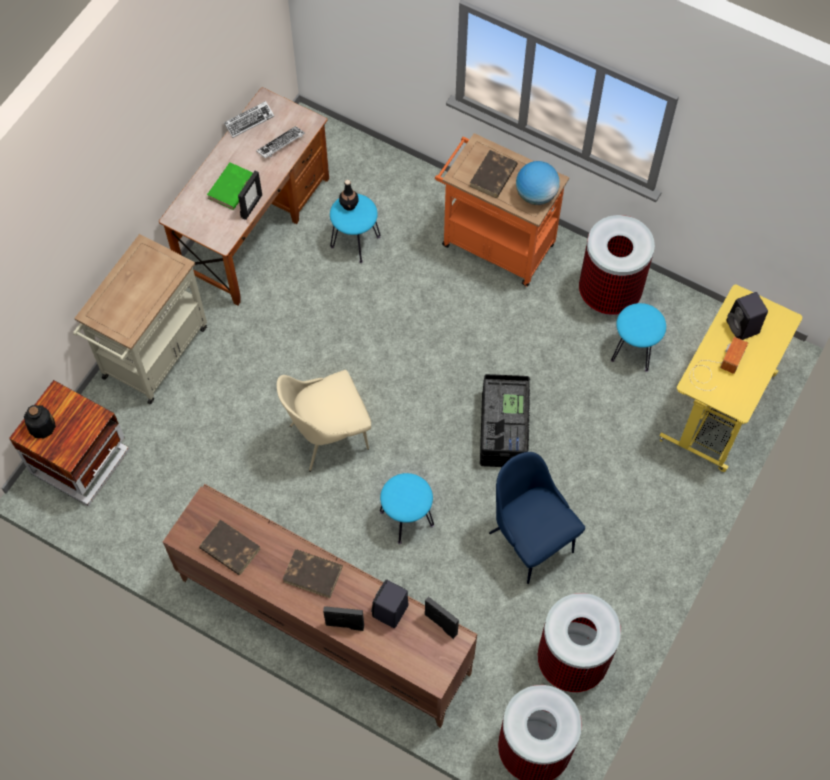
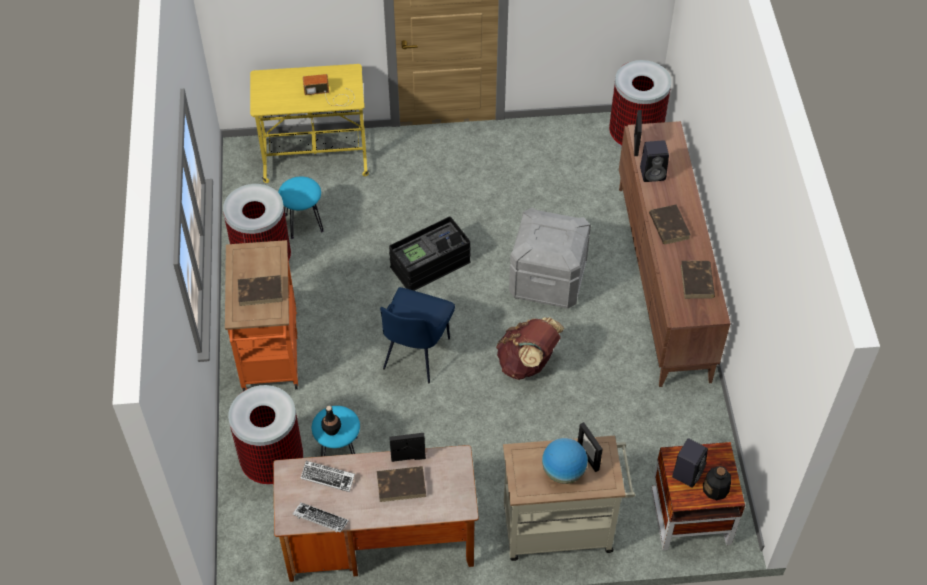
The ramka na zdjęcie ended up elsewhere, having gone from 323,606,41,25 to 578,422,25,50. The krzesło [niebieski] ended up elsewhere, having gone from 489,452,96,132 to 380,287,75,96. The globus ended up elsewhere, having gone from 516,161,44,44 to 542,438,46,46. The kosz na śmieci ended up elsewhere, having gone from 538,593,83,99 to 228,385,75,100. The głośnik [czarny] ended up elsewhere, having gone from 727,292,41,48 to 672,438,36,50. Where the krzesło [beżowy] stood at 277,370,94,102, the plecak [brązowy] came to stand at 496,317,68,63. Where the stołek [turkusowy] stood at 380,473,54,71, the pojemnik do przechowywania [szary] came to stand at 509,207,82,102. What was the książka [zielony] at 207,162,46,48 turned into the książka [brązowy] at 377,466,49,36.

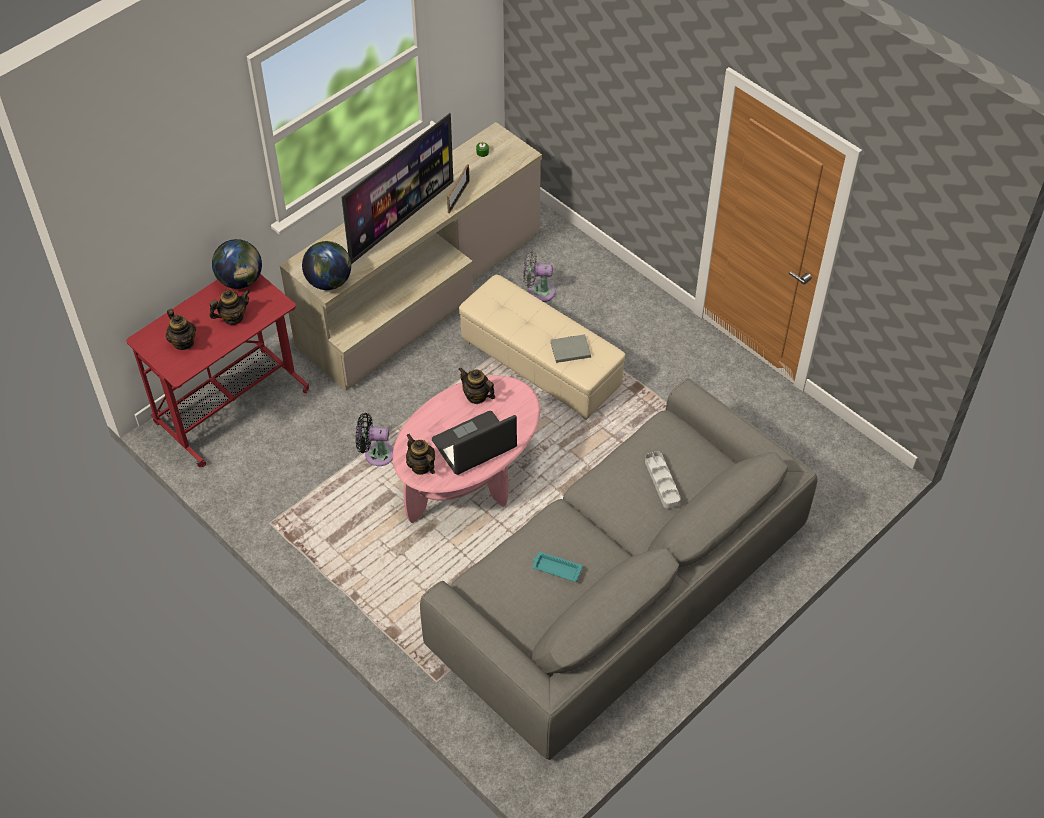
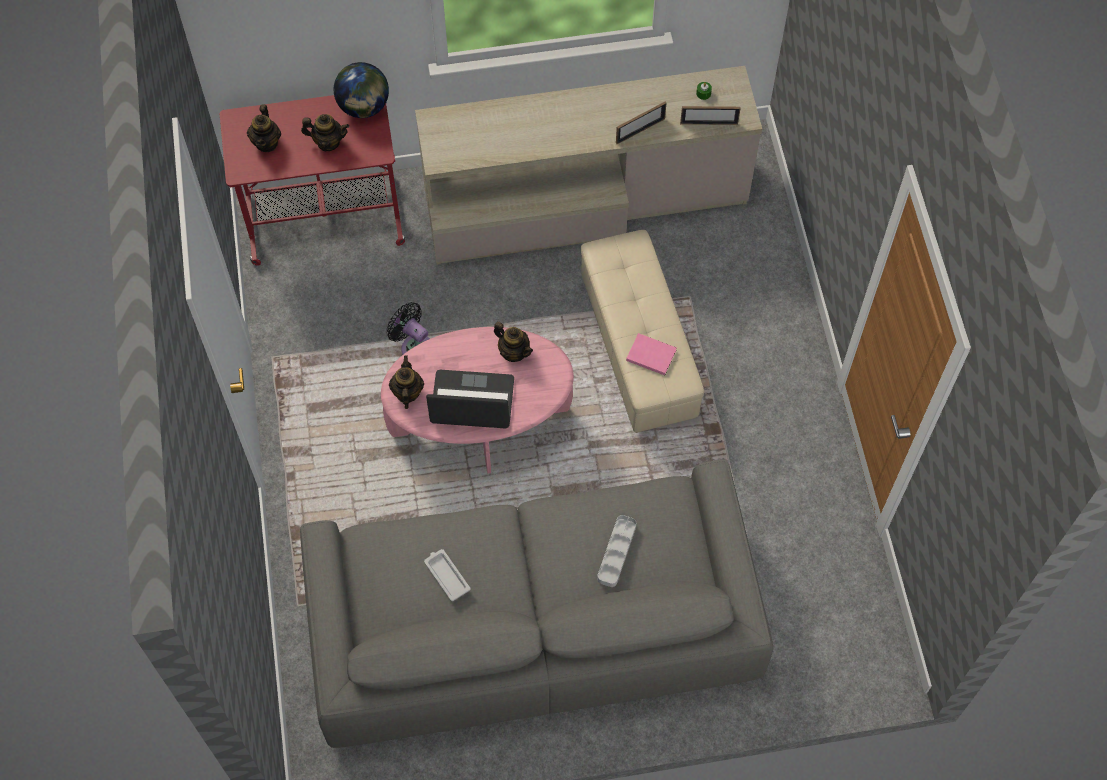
The second view lost the globus at 302,241,49,49. The second view lost the telewizor at 341,113,112,151. The second view lost the wentylator [szary] at 523,250,33,52. The second view gained the ramka na zdjęcie at 680,106,61,19. What was the taca [turkusowy] at 532,552,51,30 turned into the taca [biały] at 424,549,47,52. What was the książka [szary] at 550,334,41,29 turned into the książka [różowy] at 626,333,51,42. The imbryk at 458,367,37,37 ended up facing another way, 150 degrees clockwise from before.

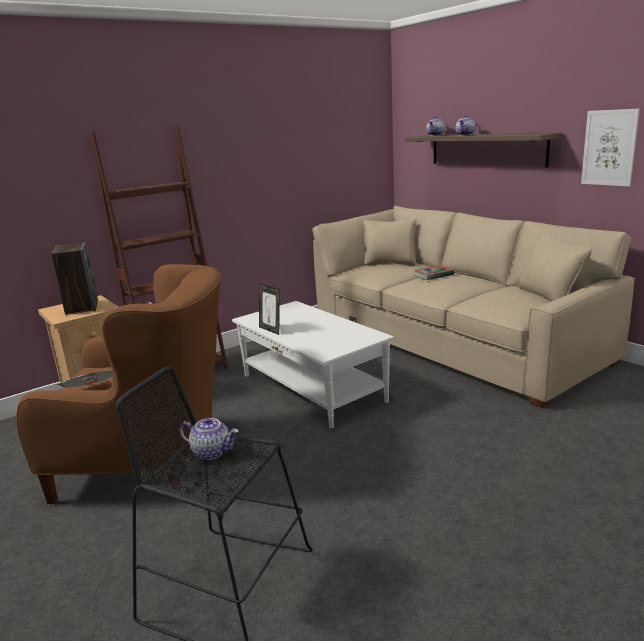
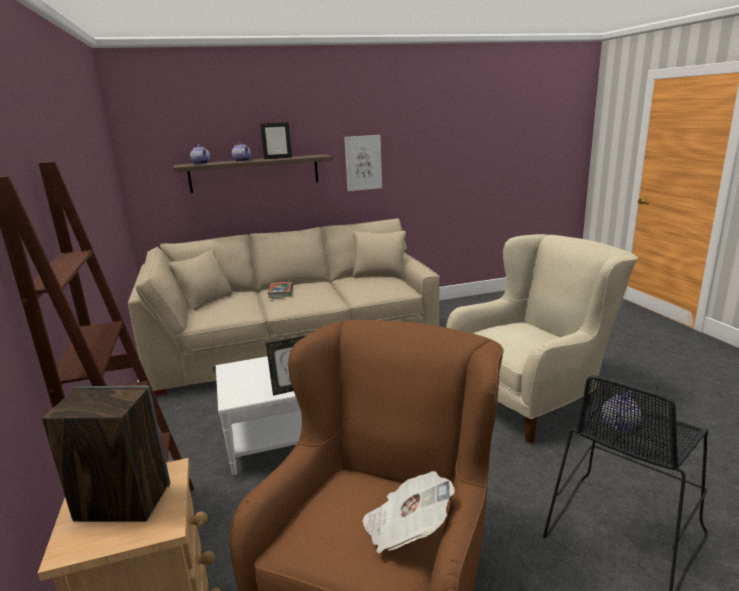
The second view gained the ramka na zdjęcie at 260,122,32,37. The second view gained the fotel [beżowy] at 446,234,192,209.

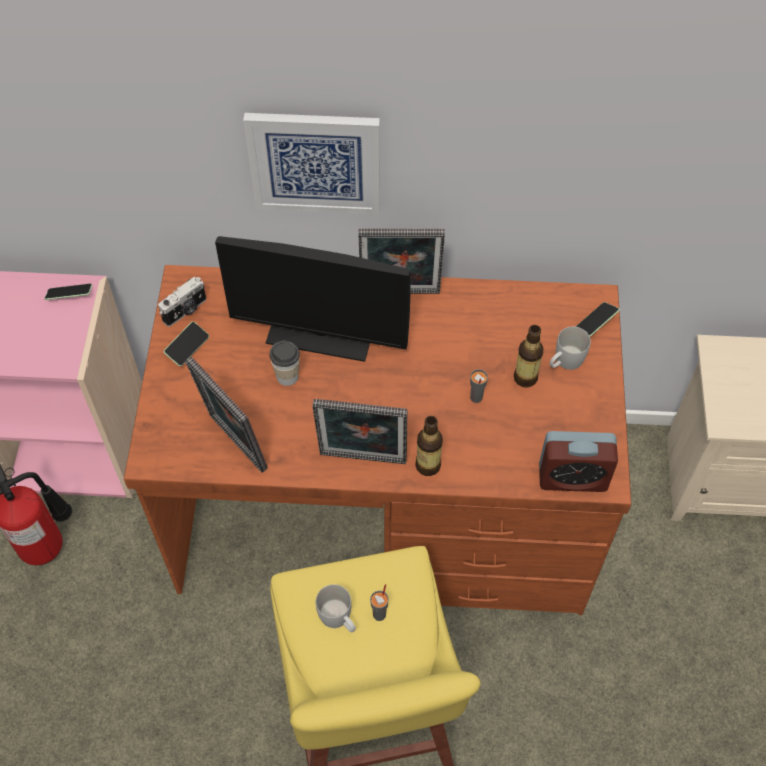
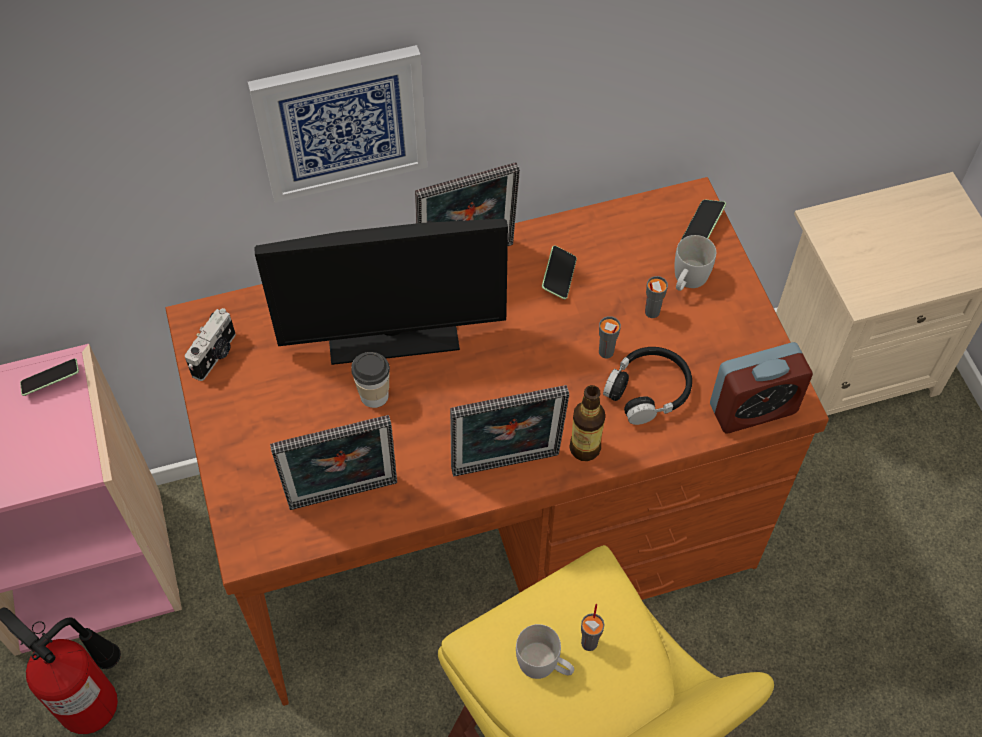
The second view gained the słuchawki [czarny] at 603,347,89,78. The telefon ended up elsewhere, having gone from 164,322,45,44 to 542,246,35,53. Where the butelka stood at 514,325,29,63, the filiżanka [szary] came to stand at 645,276,23,42. The ramka na zdjęcie at 185,357,83,116 ended up facing another way, 45 degrees counterclockwise from before.

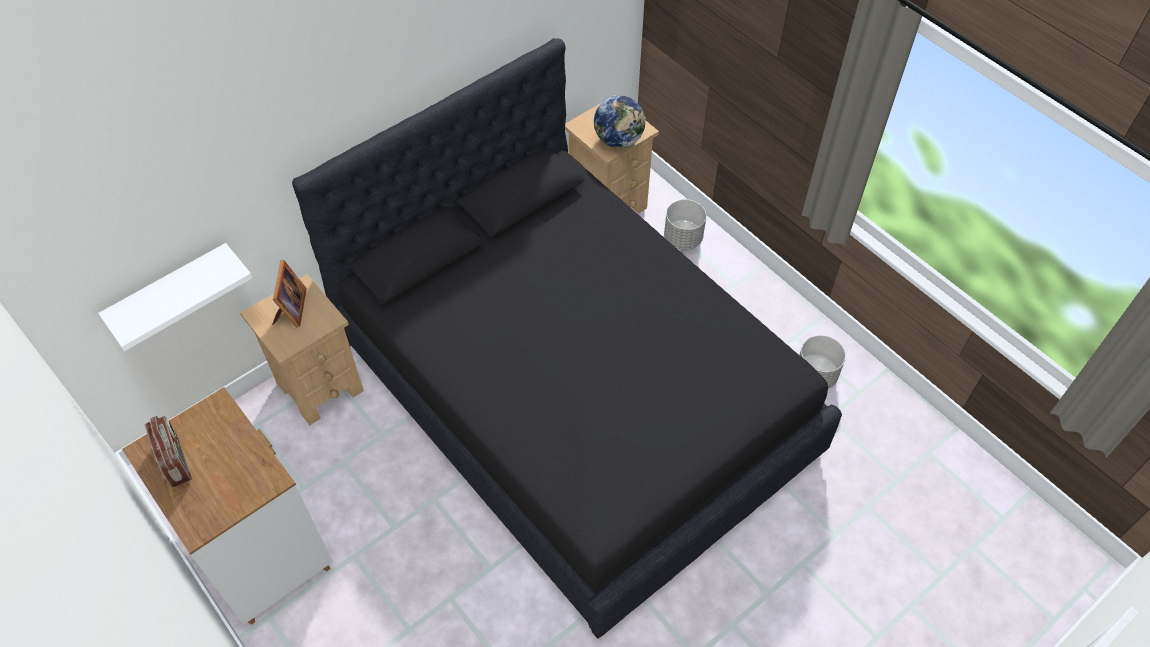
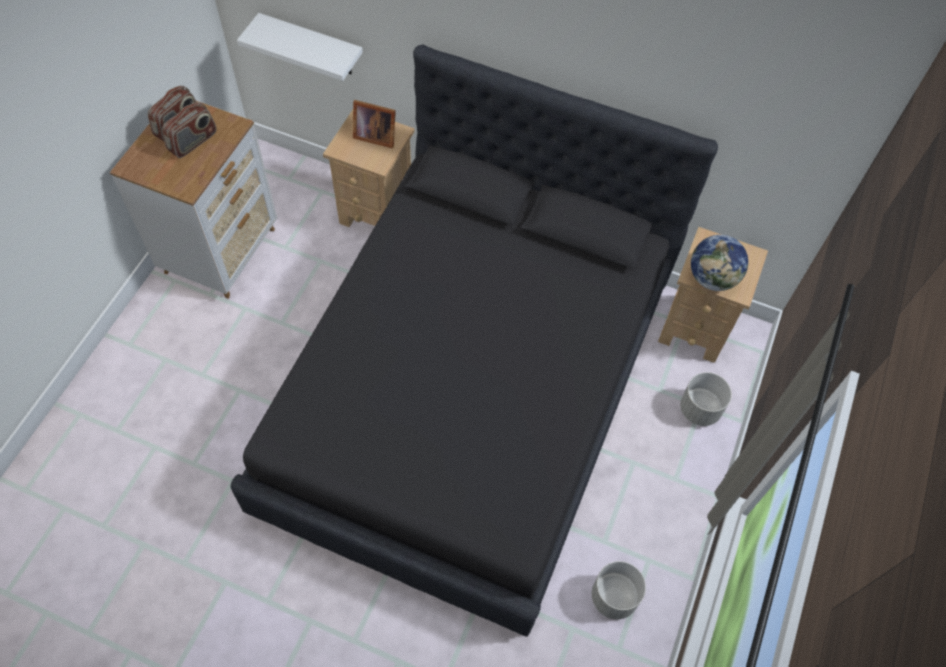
The second view gained the radio at 162,102,55,56. The ramka na zdjęcie at 273,260,34,68 ended up facing another way, 45 degrees clockwise from before.

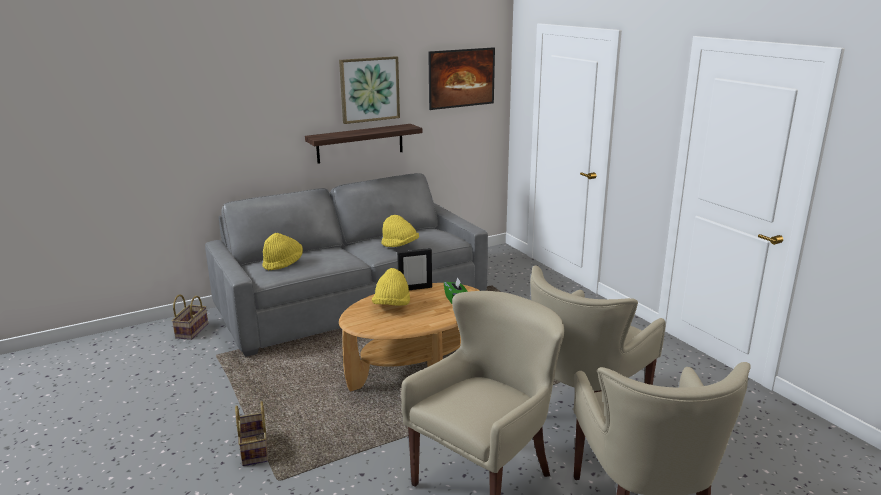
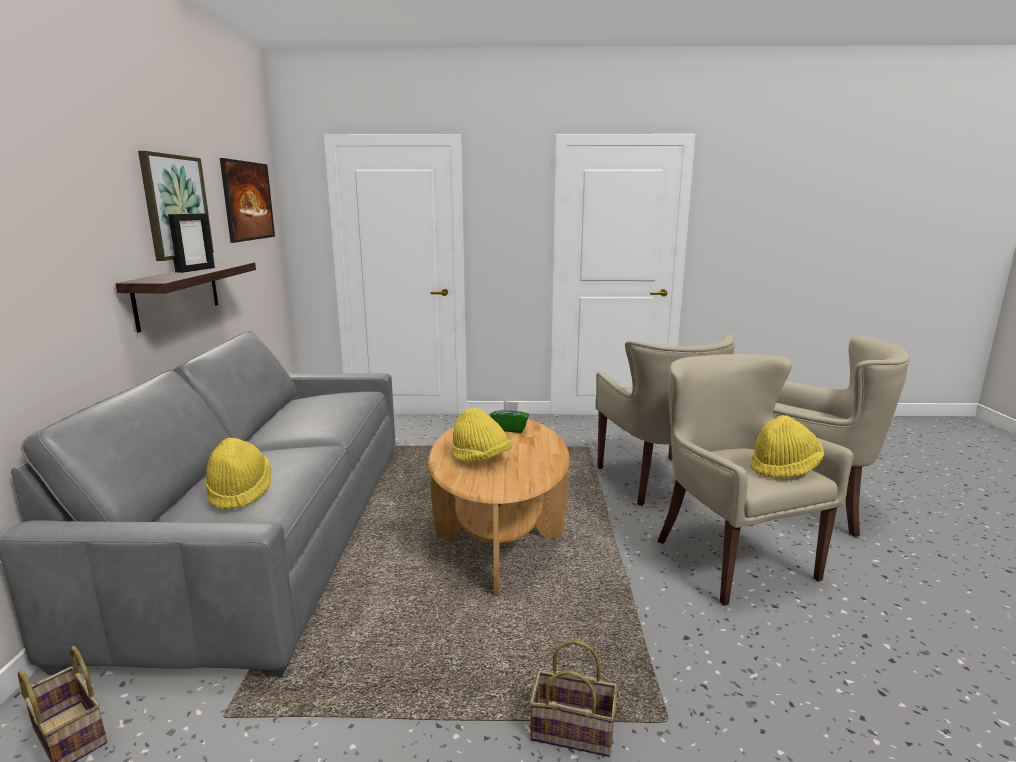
The kapelusz [żółty] ended up elsewhere, having gone from 381,215,38,32 to 750,415,74,63. The ramka na zdjęcie ended up elsewhere, having gone from 397,248,35,42 to 168,213,47,60.

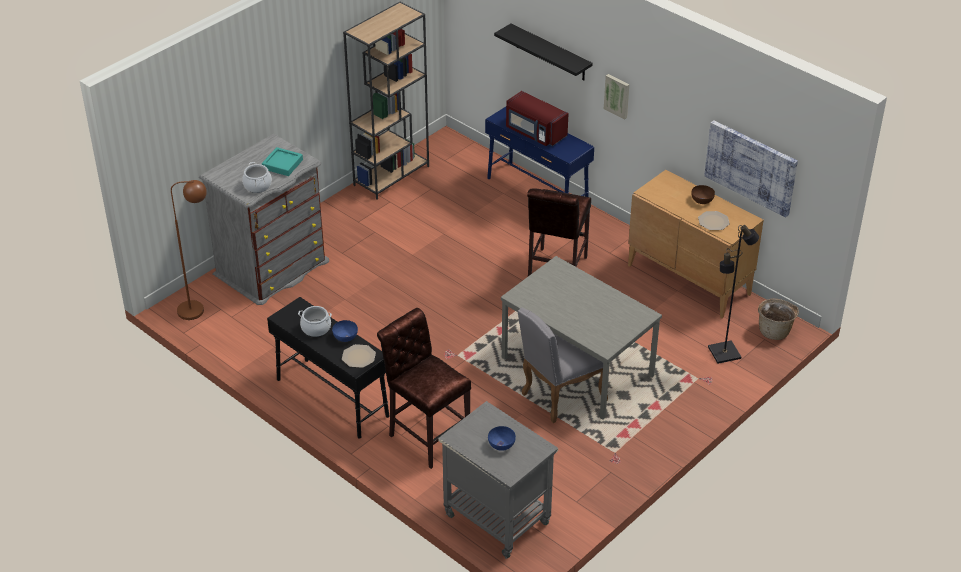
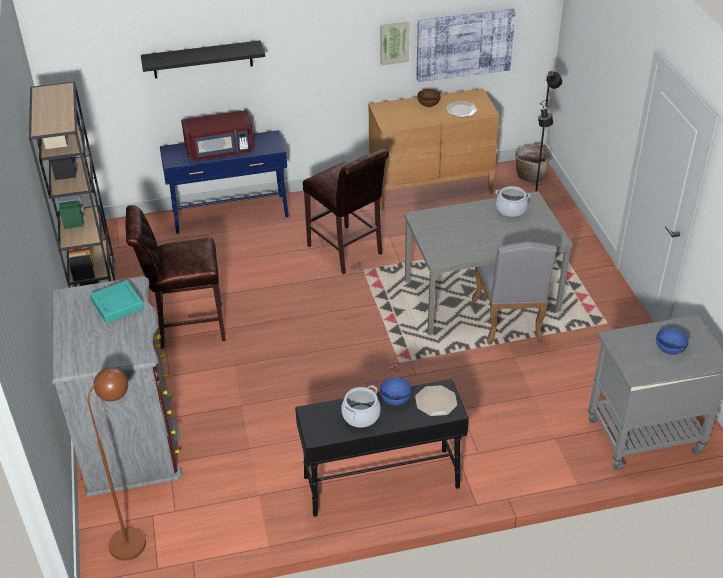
The garnek ended up elsewhere, having gone from 242,162,30,31 to 495,186,35,31. The stołek [brązowy] ended up elsewhere, having gone from 377,308,94,161 to 125,205,101,144. The obraz ended up elsewhere, having gone from 604,74,25,46 to 380,22,29,43.

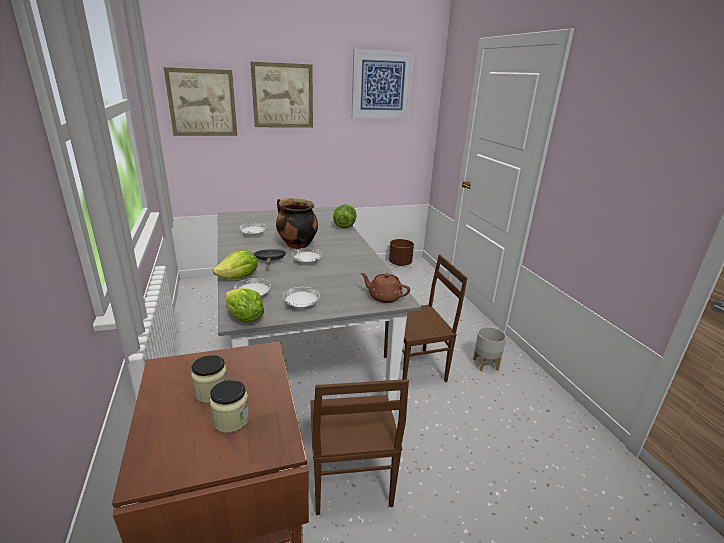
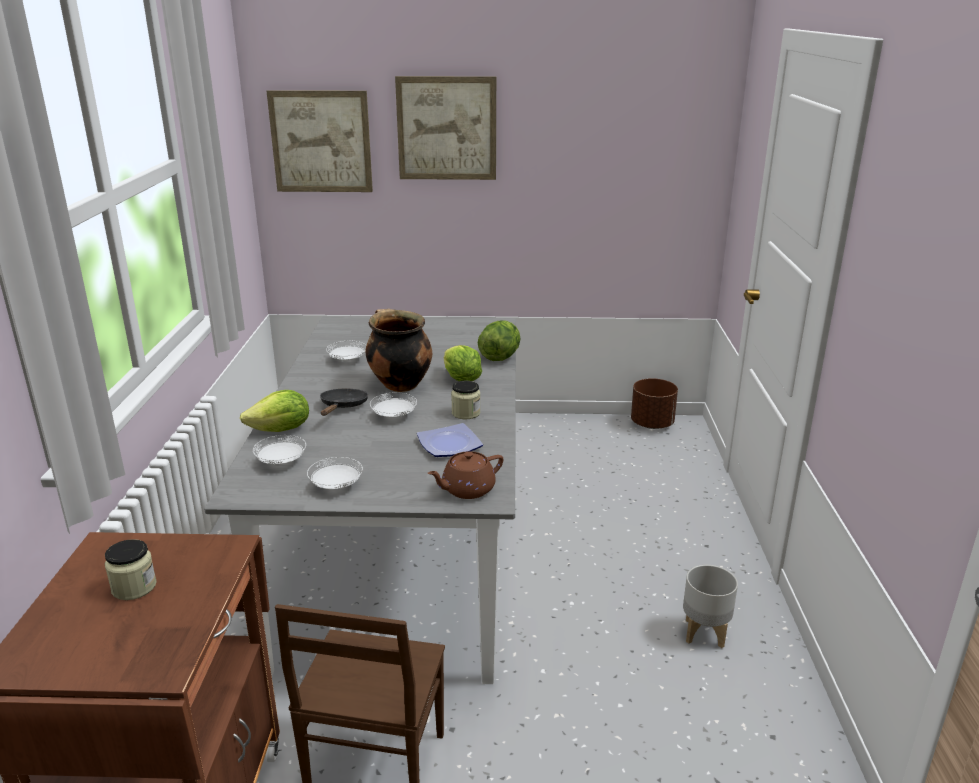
The second view lost the obraz at 352,49,63,70. The second view lost the krzesło [brązowy] at 384,255,84,127. The second view gained the talerz at 417,423,66,34. The słoik ended up elsewhere, having gone from 209,380,41,53 to 451,380,29,39. The sałata ended up elsewhere, having gone from 225,288,39,35 to 444,345,38,36. The imbryk [brązowy] at 360,273,50,30 ended up facing another way, 75 degrees counterclockwise from before.

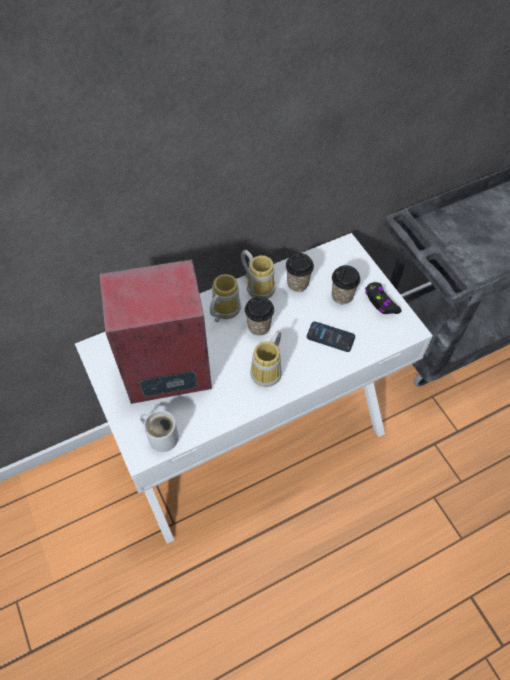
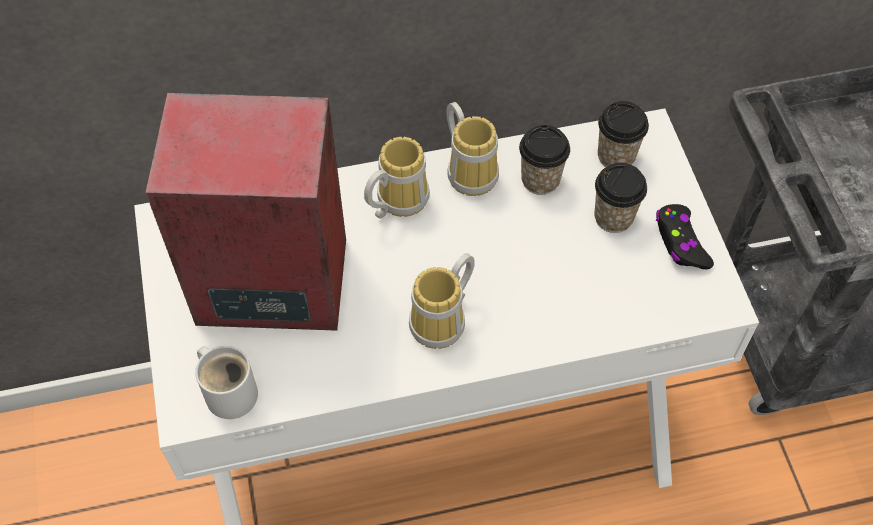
The second view lost the telefon at 307,322,48,30. The filiżanka ended up elsewhere, having gone from 245,296,29,40 to 598,101,51,66.

